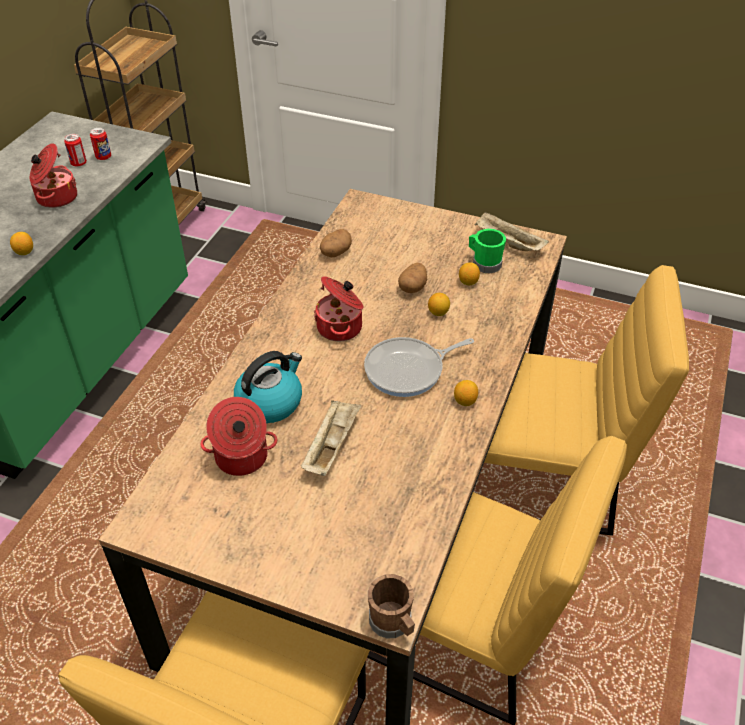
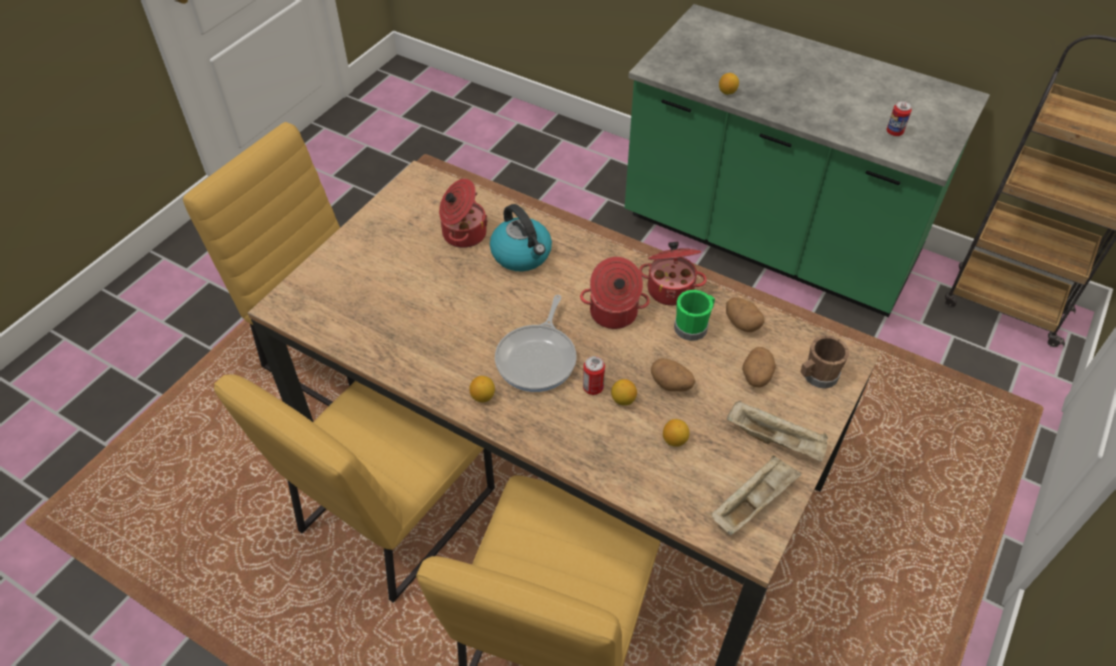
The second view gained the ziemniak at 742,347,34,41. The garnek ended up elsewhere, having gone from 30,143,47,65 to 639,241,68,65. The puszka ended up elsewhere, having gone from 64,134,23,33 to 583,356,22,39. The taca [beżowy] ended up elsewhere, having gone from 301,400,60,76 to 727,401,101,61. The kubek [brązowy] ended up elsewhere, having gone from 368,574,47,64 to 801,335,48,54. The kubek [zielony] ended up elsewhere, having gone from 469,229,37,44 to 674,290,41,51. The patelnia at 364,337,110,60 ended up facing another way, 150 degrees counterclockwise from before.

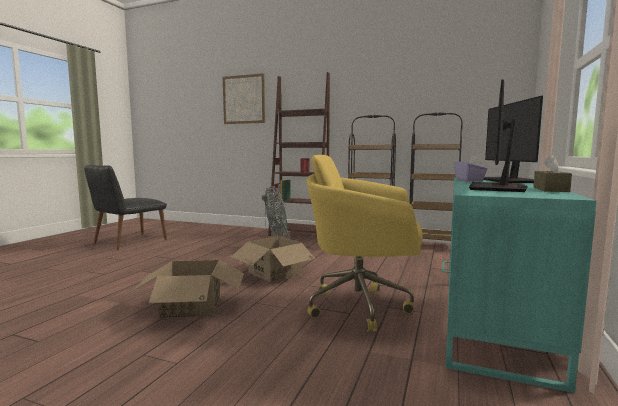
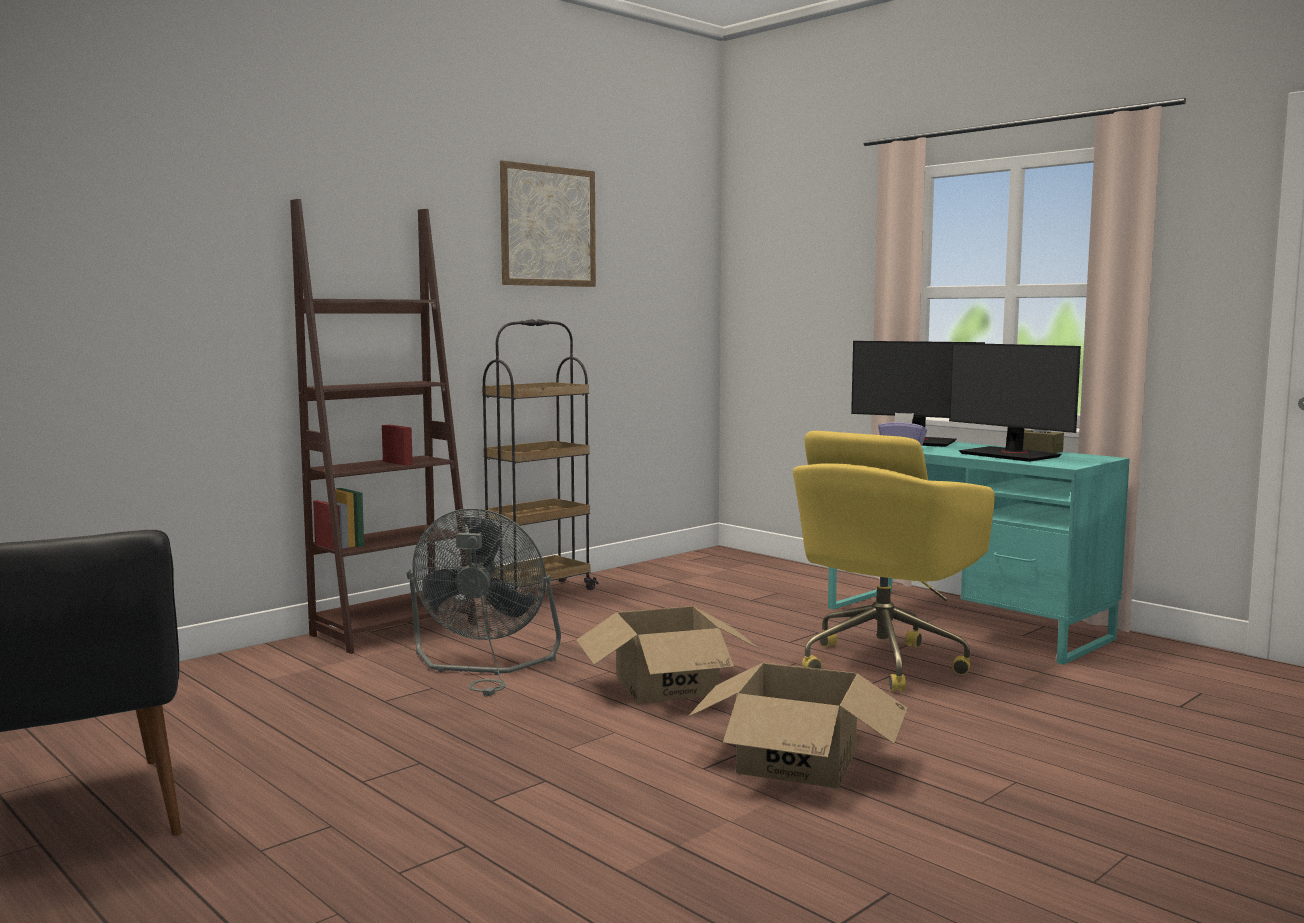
The second view lost the wózek [brązowy] at 409,112,54,129. The obraz ended up elsewhere, having gone from 223,73,42,51 to 500,160,96,127.

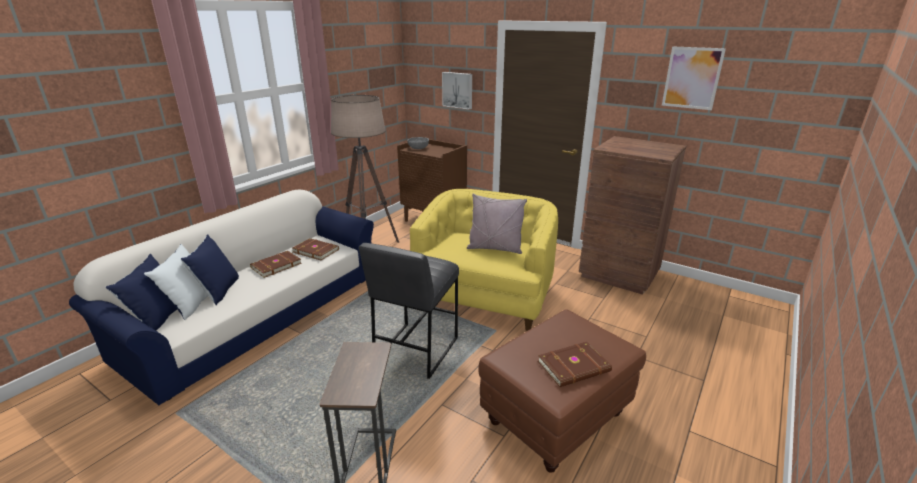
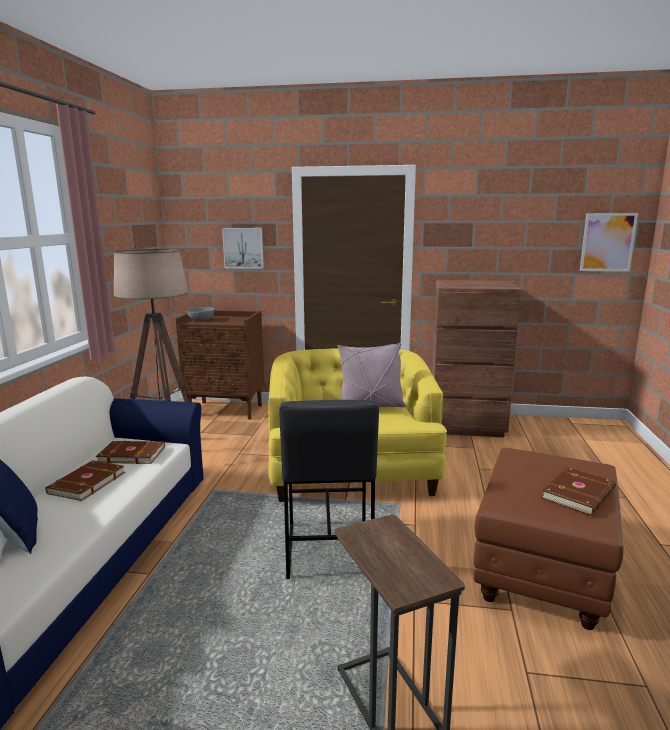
The obraz ended up elsewhere, having gone from 662,46,64,64 to 580,213,58,59.

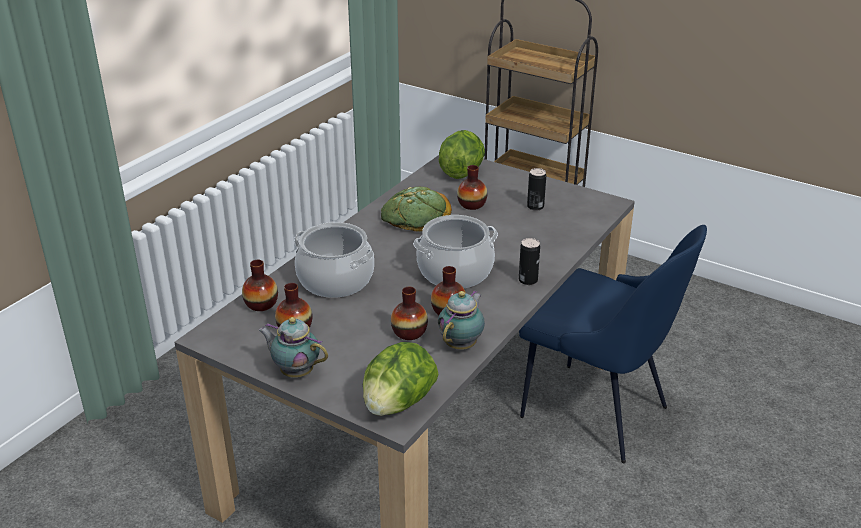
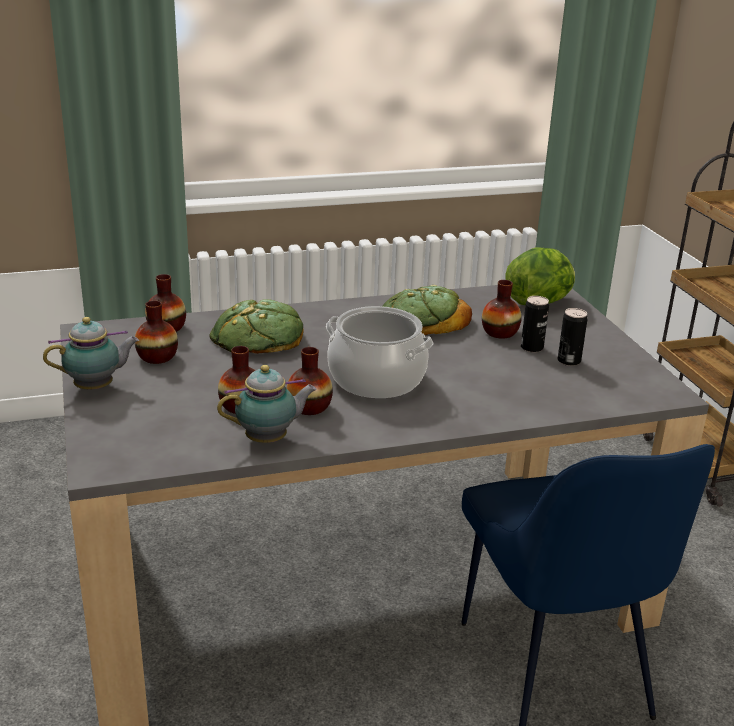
The second view lost the sałata at 363,342,75,74. The puszka ended up elsewhere, having gone from 519,238,21,47 to 521,296,28,57. Where the garnek stood at 294,222,80,76, the chleb came to stand at 209,299,95,55. The imbryk at 258,317,70,61 ended up facing another way, 90 degrees clockwise from before.

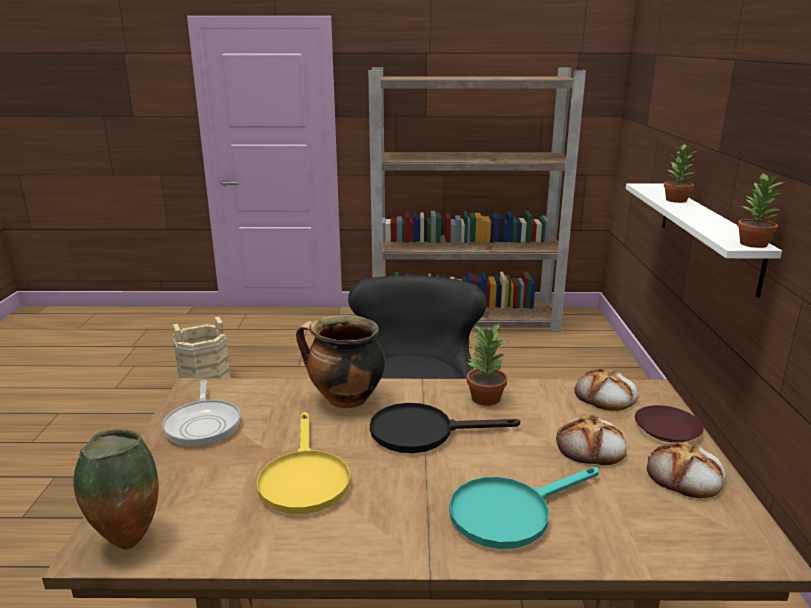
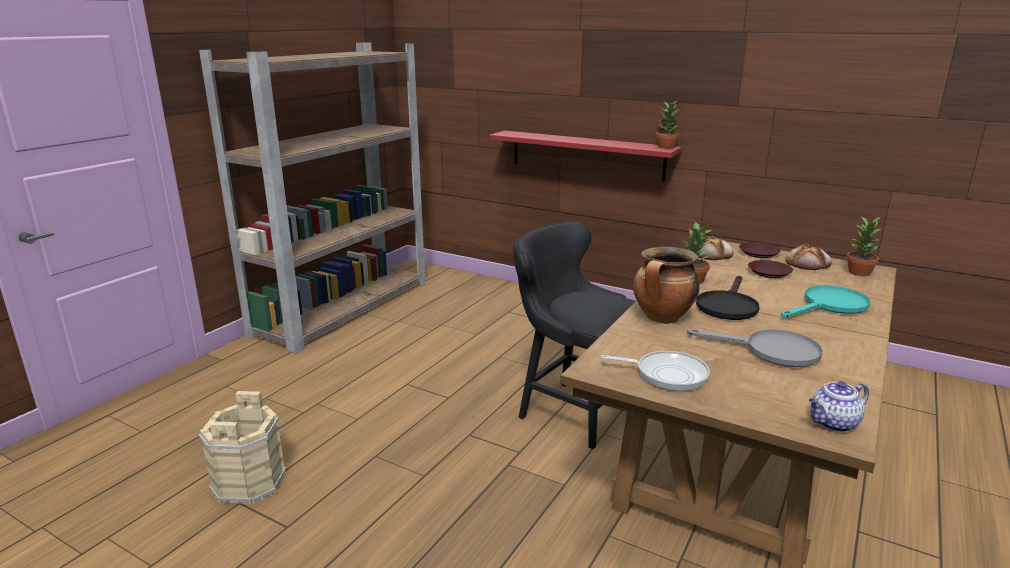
The roślina doniczkowa ended up elsewhere, having gone from 664,144,33,59 to 846,216,36,60. Where the wazon stood at 73,429,86,120, the imbryk came to stand at 809,381,60,51. Where the chleb stood at 556,415,71,50, the talerz [brązowy] came to stand at 748,260,45,18. What was the patelnia [żółty] at 257,412,93,102 turned into the patelnia [szary] at 687,329,136,38. What was the półka [biały] at 626,183,156,115 turned into the półka [czerwony] at 489,131,193,51. The patelnia [turkusowy] at 449,467,150,82 ended up facing another way, 120 degrees counterclockwise from before.

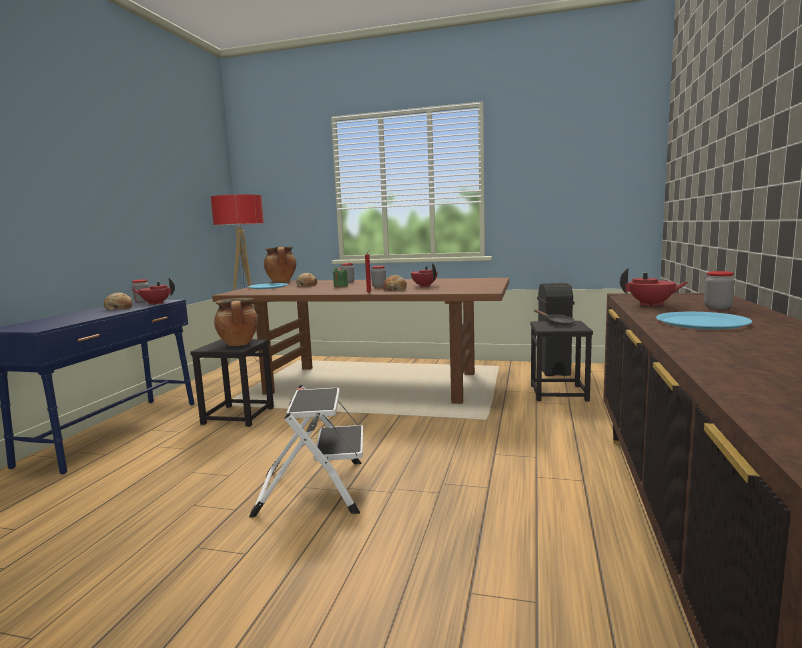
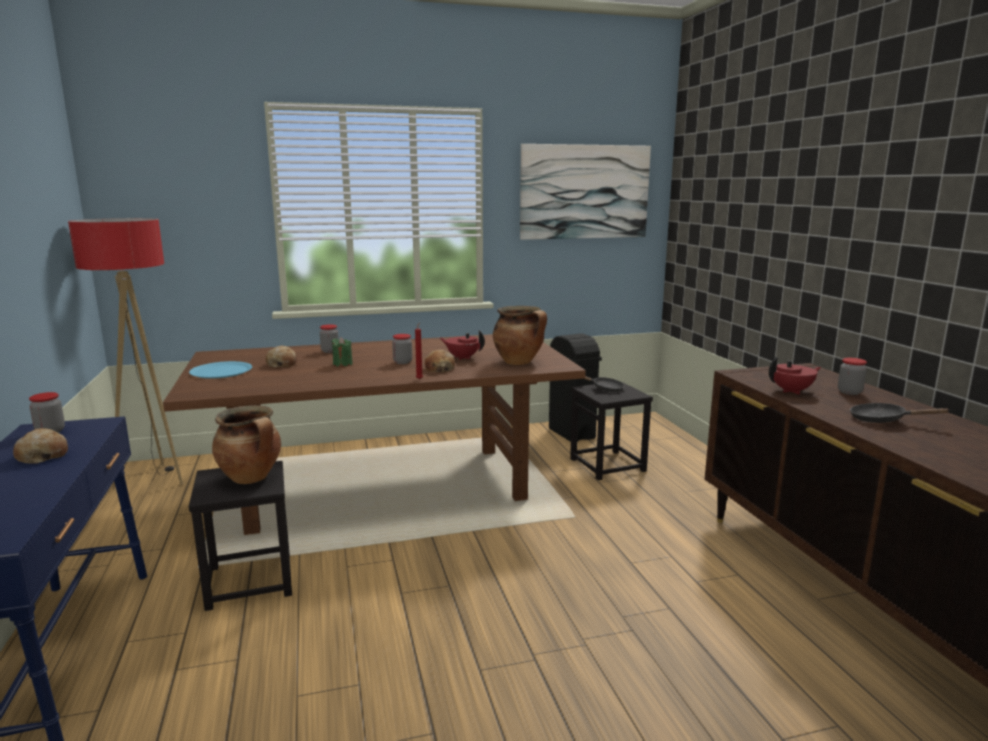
The second view lost the imbryk [czerwony] at 132,278,43,27. The second view lost the drabinka at 249,385,114,133. The second view gained the obraz at 520,144,131,96. The garnek ended up elsewhere, having gone from 264,247,32,35 to 493,306,54,59. Where the talerz [niebieski] stood at 656,312,96,17, the patelnia [czarny] came to stand at 850,403,100,20.

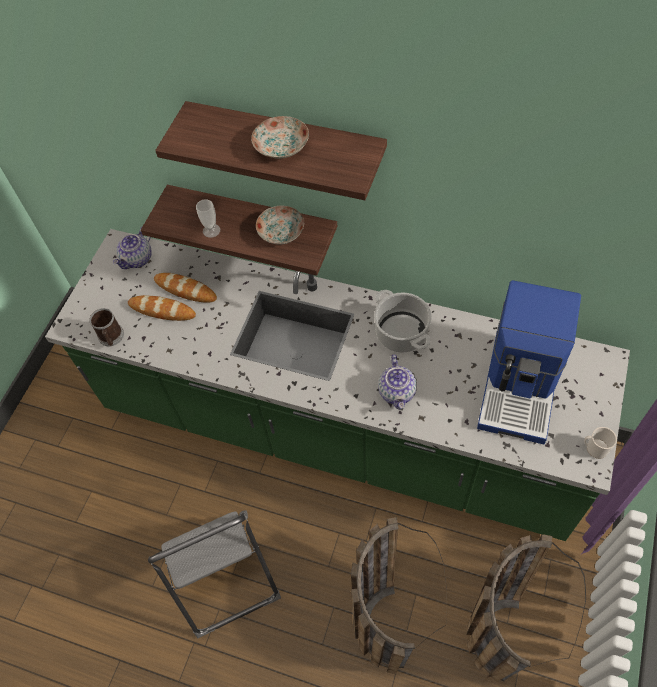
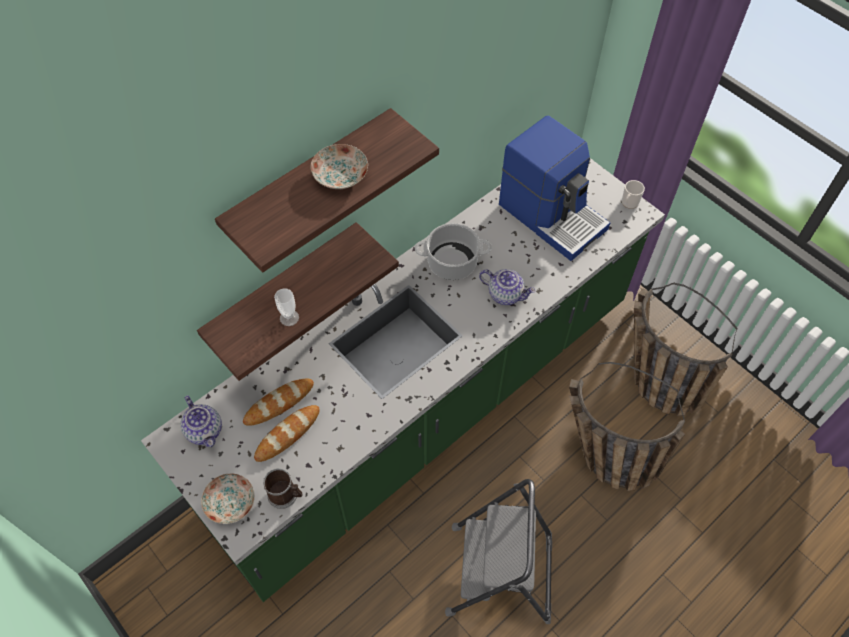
The talerz ended up elsewhere, having gone from 256,206,48,39 to 201,474,54,50.

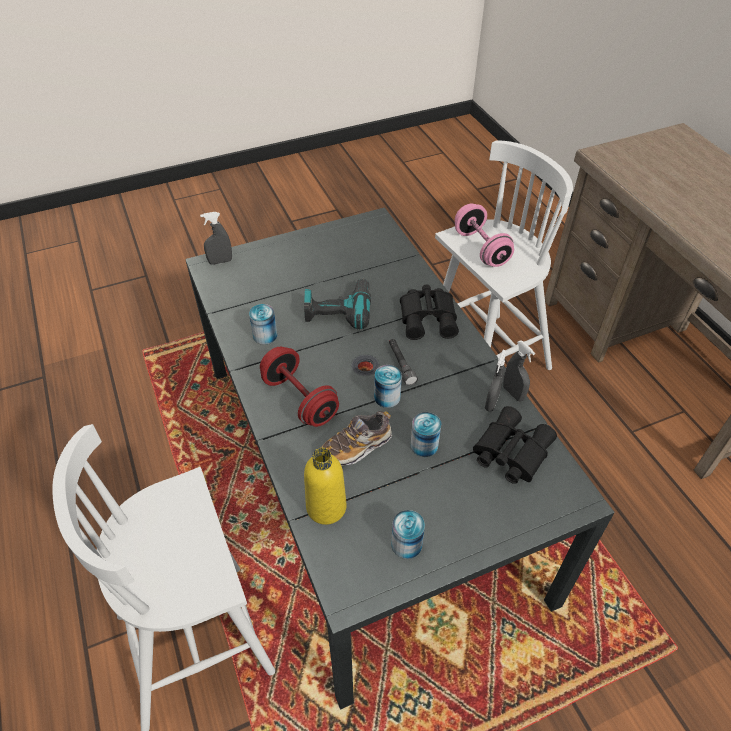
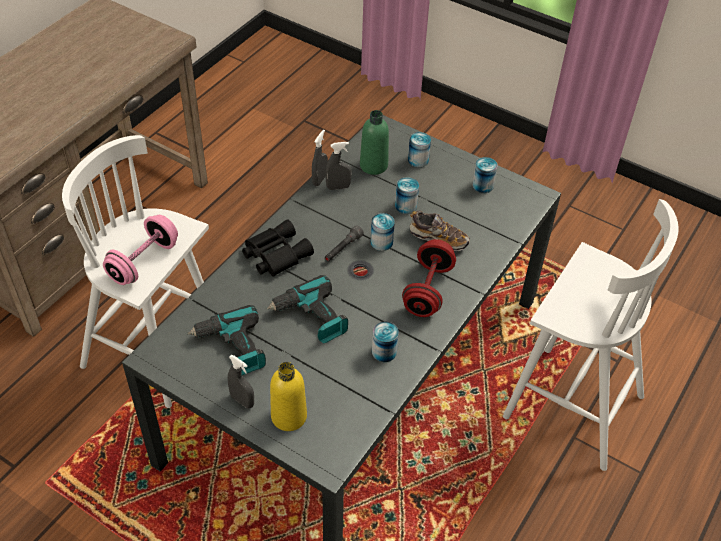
The second view gained the wiertarka at 187,305,79,70. The second view gained the puszka at 408,132,23,35. The spryskiwacz [szary] ended up elsewhere, having gone from 200,212,32,53 to 228,355,26,54. The butelka [żółty] ended up elsewhere, having gone from 304,447,43,78 to 270,362,37,69. Where the lornetka [czarny] stood at 473,406,84,78, the butelka [zielony] came to stand at 360,110,29,65.

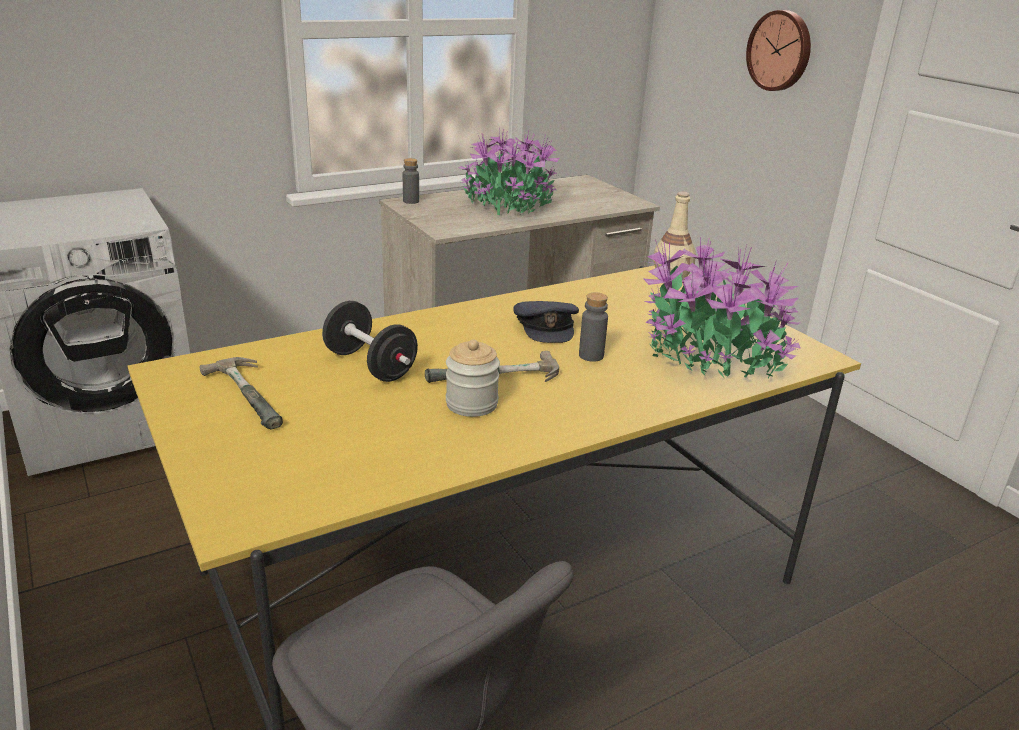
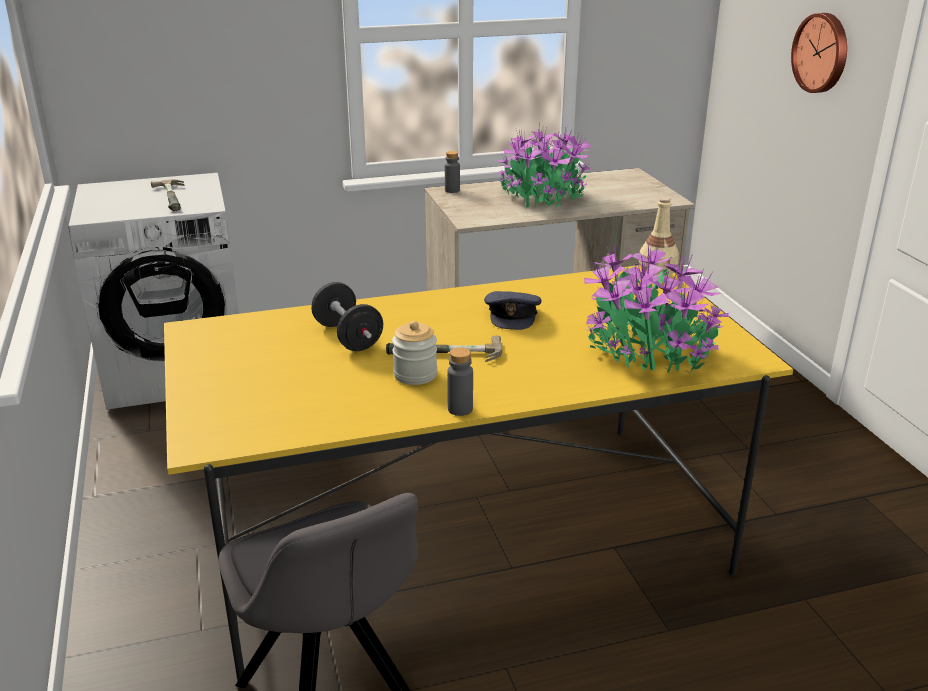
The młotek ended up elsewhere, having gone from 199,357,84,72 to 151,179,33,32. The butelka [szary] ended up elsewhere, having gone from 579,292,29,70 to 447,347,26,69.

